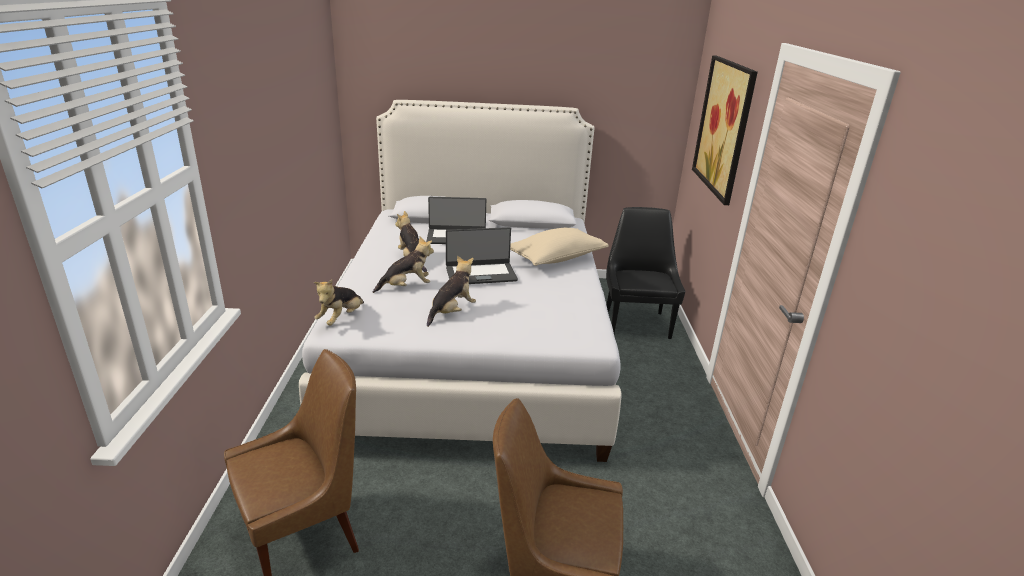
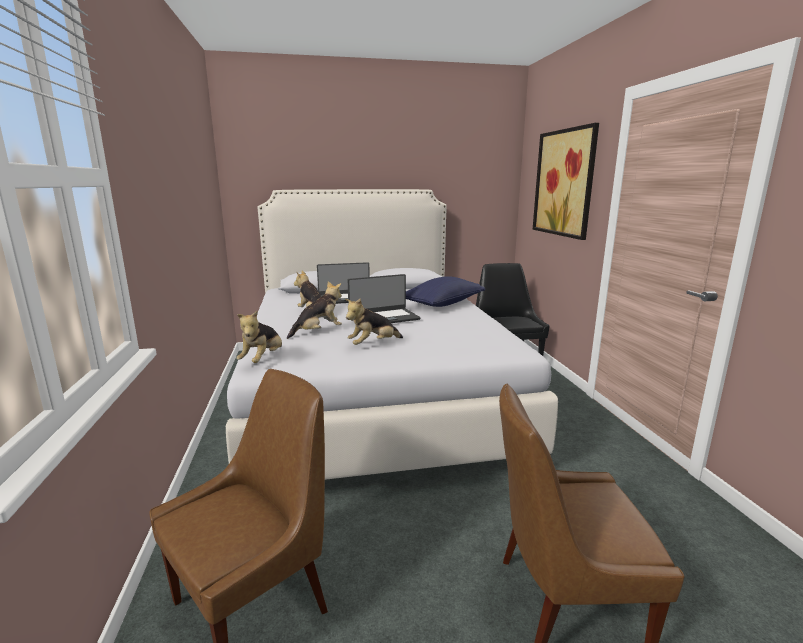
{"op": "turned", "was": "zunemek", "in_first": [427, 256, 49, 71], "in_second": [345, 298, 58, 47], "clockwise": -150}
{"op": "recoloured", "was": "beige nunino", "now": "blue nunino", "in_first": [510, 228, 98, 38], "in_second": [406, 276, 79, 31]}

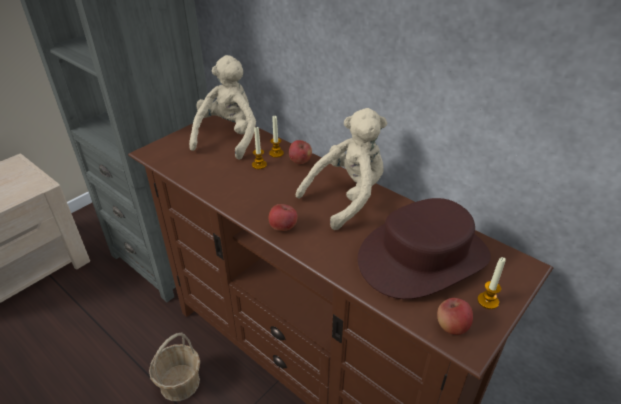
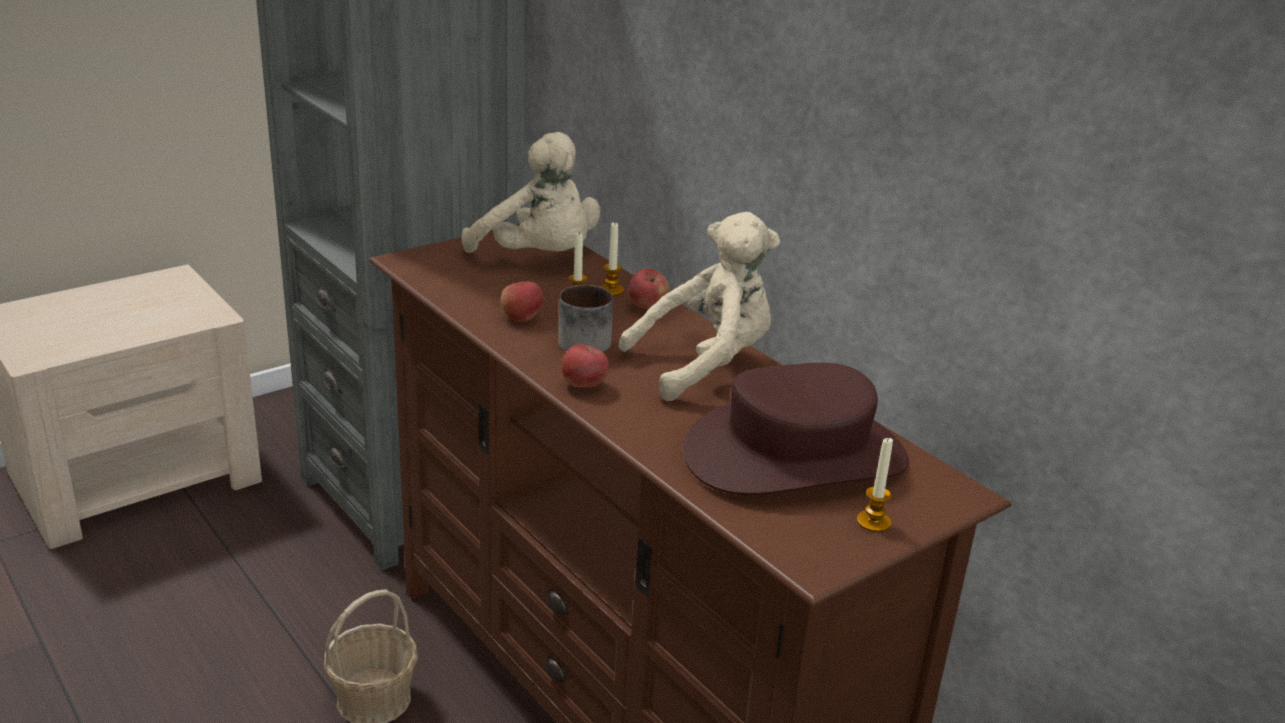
{"op": "turned", "was": "beige zunemek", "in_first": [189, 55, 67, 105], "in_second": [462, 132, 138, 121], "clockwise": 105}
{"op": "moved", "was": "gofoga", "in_first": [437, 298, 36, 37], "in_second": [501, 281, 43, 41]}
{"op": "added", "now": "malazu", "in_second": [558, 285, 55, 67]}

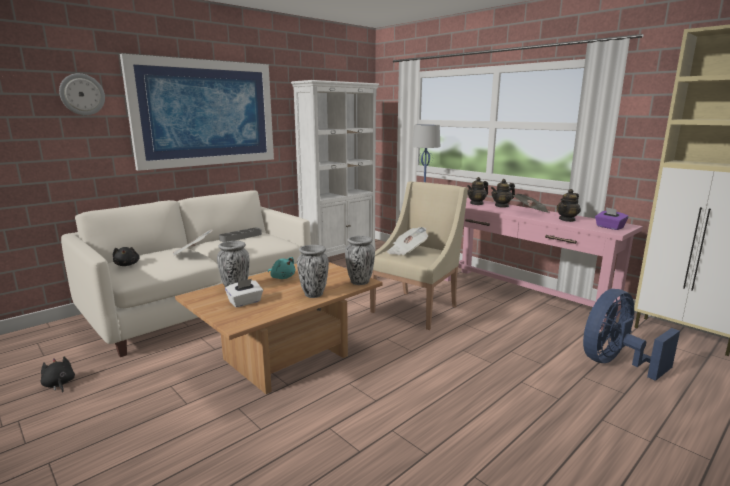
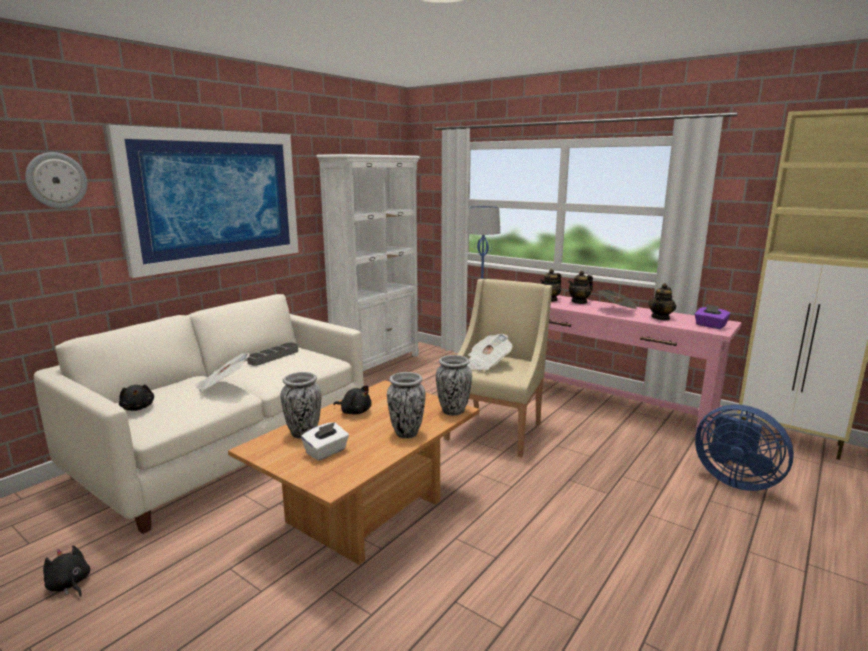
{"op": "recoloured", "was": "turquoise zunemek", "now": "black zunemek", "in_first": [268, 257, 27, 22], "in_second": [334, 386, 37, 28]}
{"op": "turned", "was": "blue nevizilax", "in_first": [583, 289, 97, 92], "in_second": [695, 404, 99, 87], "clockwise": -90}

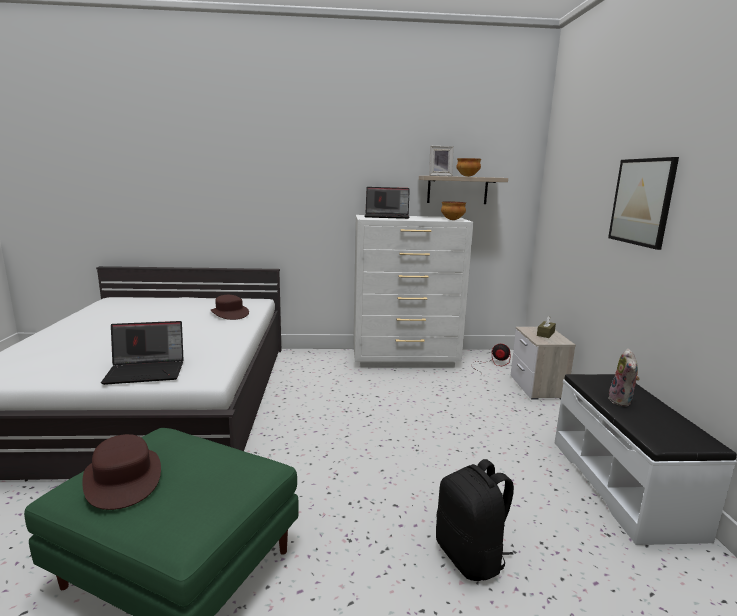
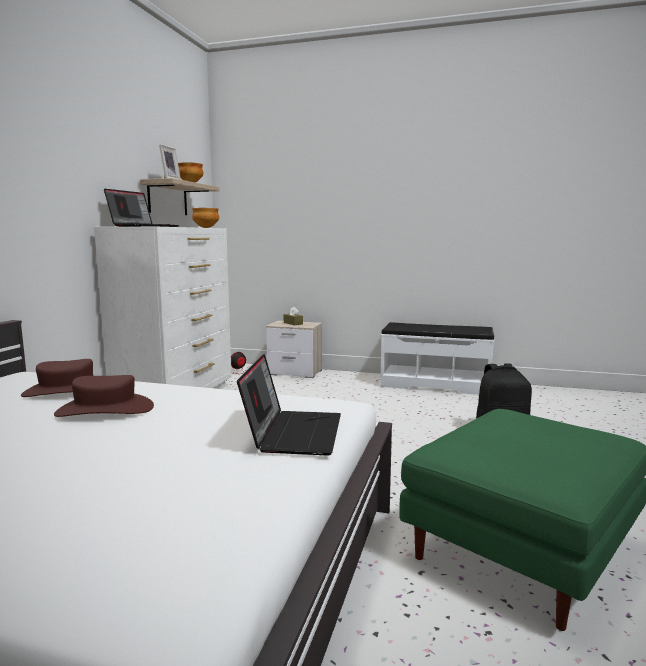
{"op": "moved", "was": "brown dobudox", "in_first": [82, 434, 79, 76], "in_second": [54, 375, 100, 42]}
{"op": "removed", "was": "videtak", "in_first": [608, 157, 71, 93]}
{"op": "removed", "was": "zunemek", "in_first": [609, 349, 31, 58]}

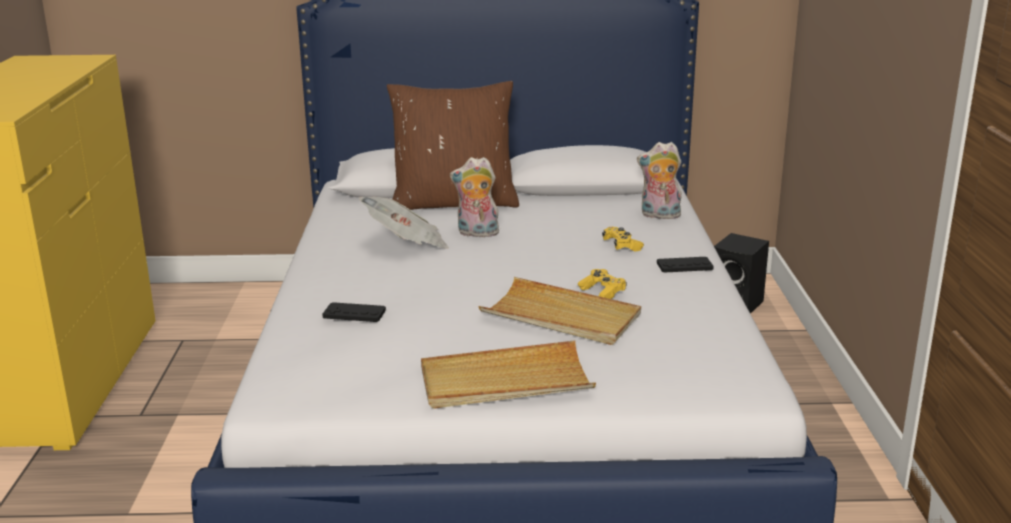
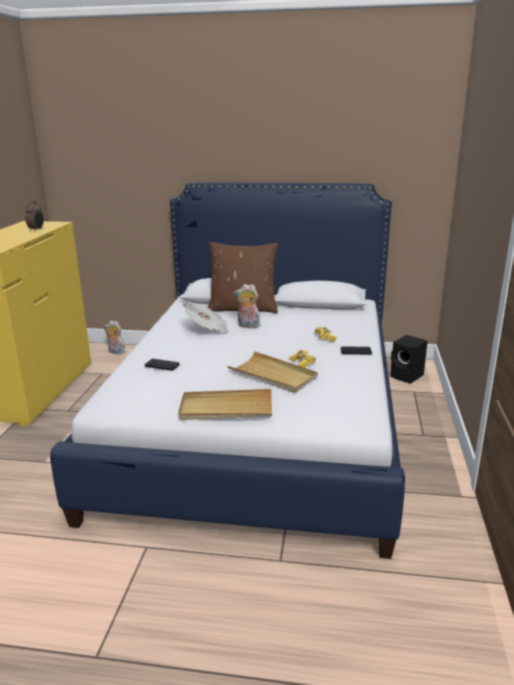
{"op": "added", "now": "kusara", "in_second": [25, 201, 19, 30]}
{"op": "moved", "was": "zunemek", "in_first": [637, 142, 45, 77], "in_second": [104, 320, 22, 35]}

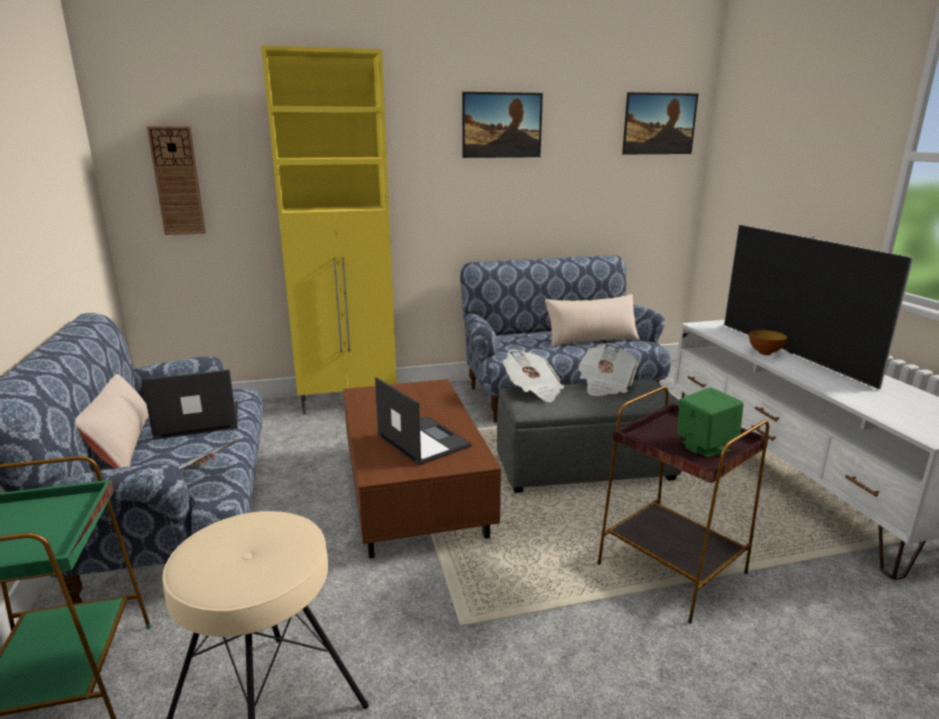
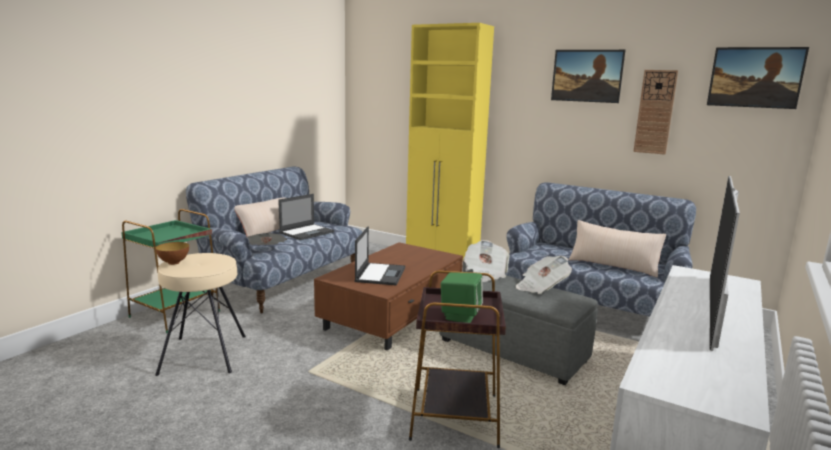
{"op": "moved", "was": "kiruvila", "in_first": [749, 330, 38, 25], "in_second": [155, 242, 34, 23]}
{"op": "turned", "was": "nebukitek", "in_first": [142, 369, 96, 71], "in_second": [278, 194, 56, 46], "clockwise": 105}
{"op": "moved", "was": "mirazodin", "in_first": [147, 126, 59, 109], "in_second": [633, 70, 45, 85]}

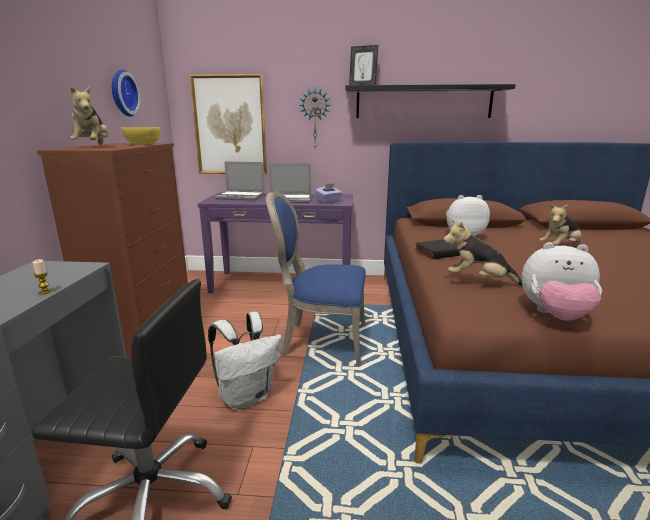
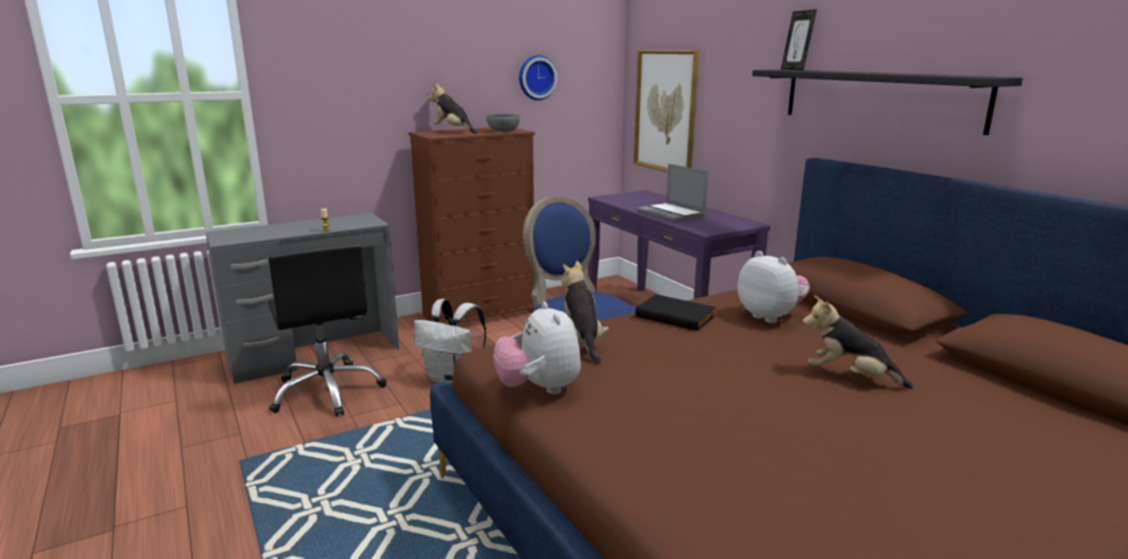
{"op": "turned", "was": "zunemek", "in_first": [70, 87, 39, 58], "in_second": [428, 83, 50, 51], "clockwise": 90}
{"op": "recoloured", "was": "yellow kiruvila", "now": "grey kiruvila", "in_first": [122, 127, 39, 17], "in_second": [486, 114, 34, 18]}
{"op": "removed", "was": "nebukitek", "in_first": [214, 161, 51, 40]}
{"op": "removed", "was": "mirazodin", "in_first": [299, 89, 31, 59]}
{"op": "removed", "was": "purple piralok", "in_first": [315, 183, 27, 21]}

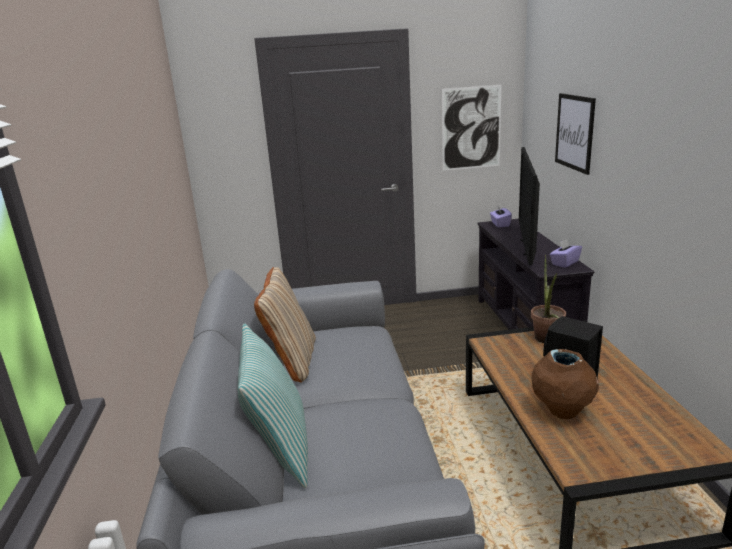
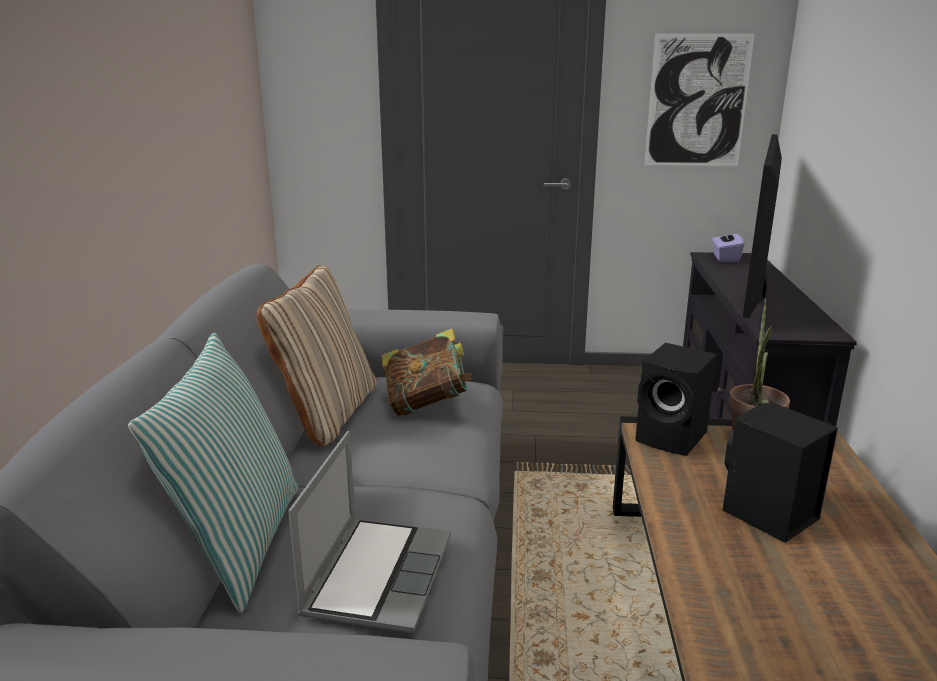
{"op": "added", "now": "nebukitek", "in_second": [288, 431, 163, 202]}
{"op": "added", "now": "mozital", "in_second": [382, 328, 91, 88]}
{"op": "added", "now": "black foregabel", "in_second": [635, 343, 82, 113]}
{"op": "removed", "was": "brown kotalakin", "in_first": [531, 349, 68, 70]}
{"op": "removed", "was": "purple piralok", "in_first": [550, 239, 32, 29]}
{"op": "removed", "was": "videtak", "in_first": [555, 93, 41, 82]}

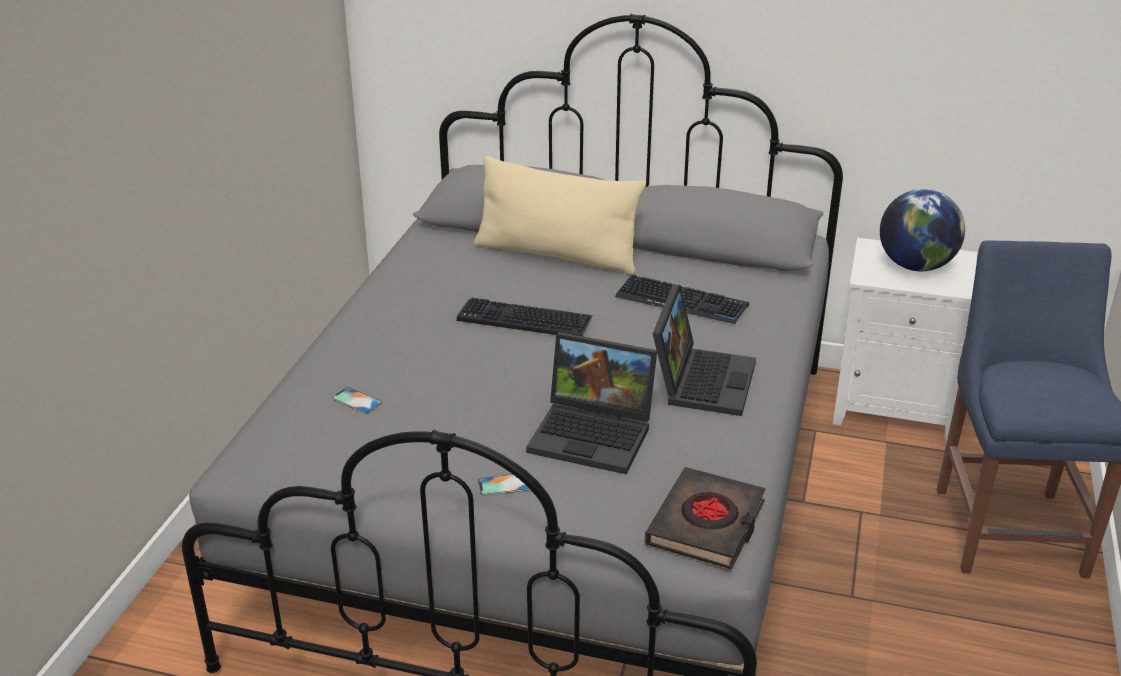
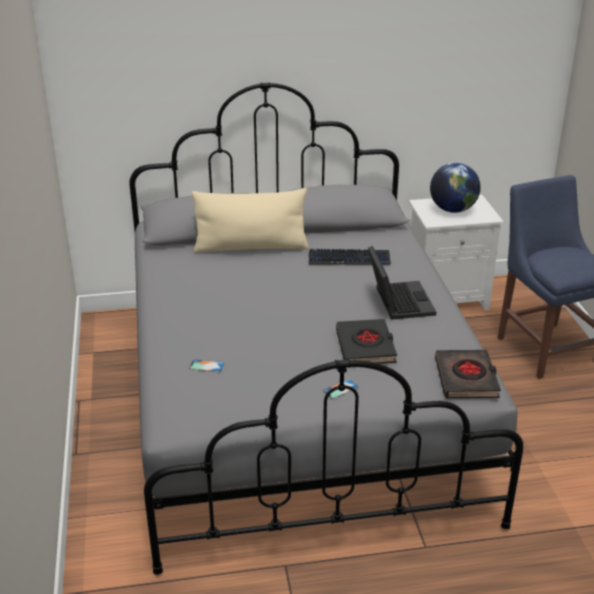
{"op": "replaced", "was": "nebukitek", "now": "black mozital", "in_first": [526, 332, 131, 142], "in_second": [336, 319, 61, 45]}
{"op": "removed", "was": "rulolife", "in_first": [457, 298, 136, 38]}

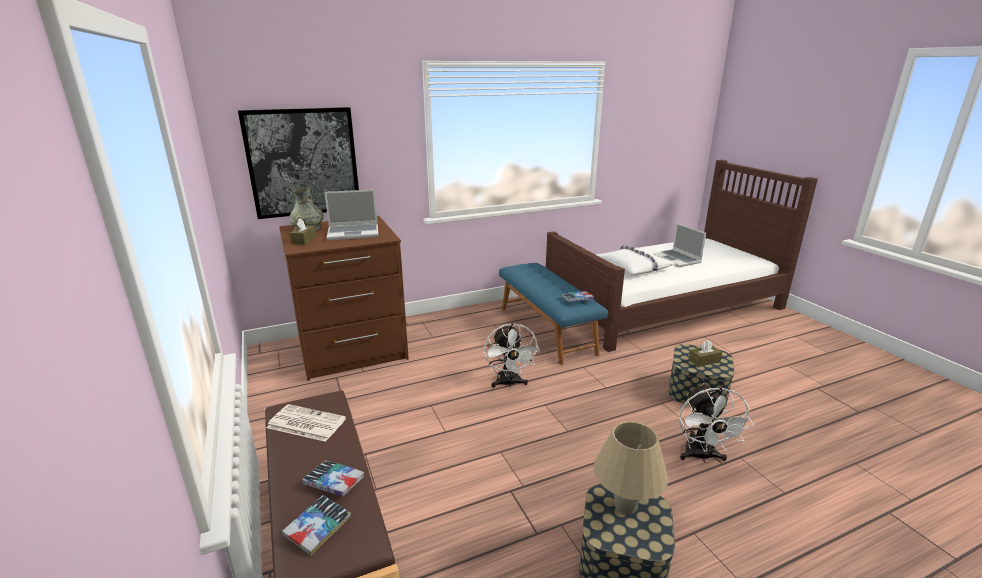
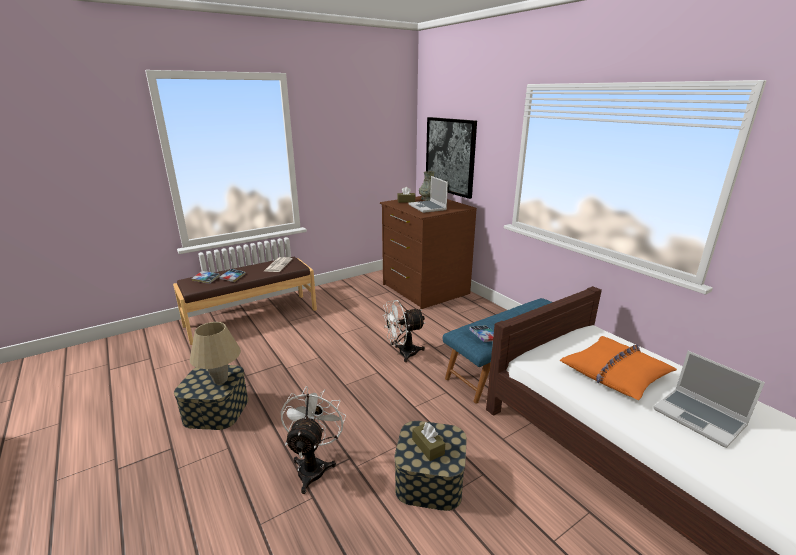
{"op": "turned", "was": "white nevizilax", "in_first": [679, 383, 75, 80], "in_second": [281, 386, 65, 108], "clockwise": 105}
{"op": "recoloured", "was": "white nunino", "now": "orange nunino", "in_first": [598, 246, 78, 29], "in_second": [560, 336, 117, 64]}
{"op": "turned", "was": "nebukitek", "in_first": [652, 223, 54, 44], "in_second": [653, 351, 112, 97], "clockwise": -90}

